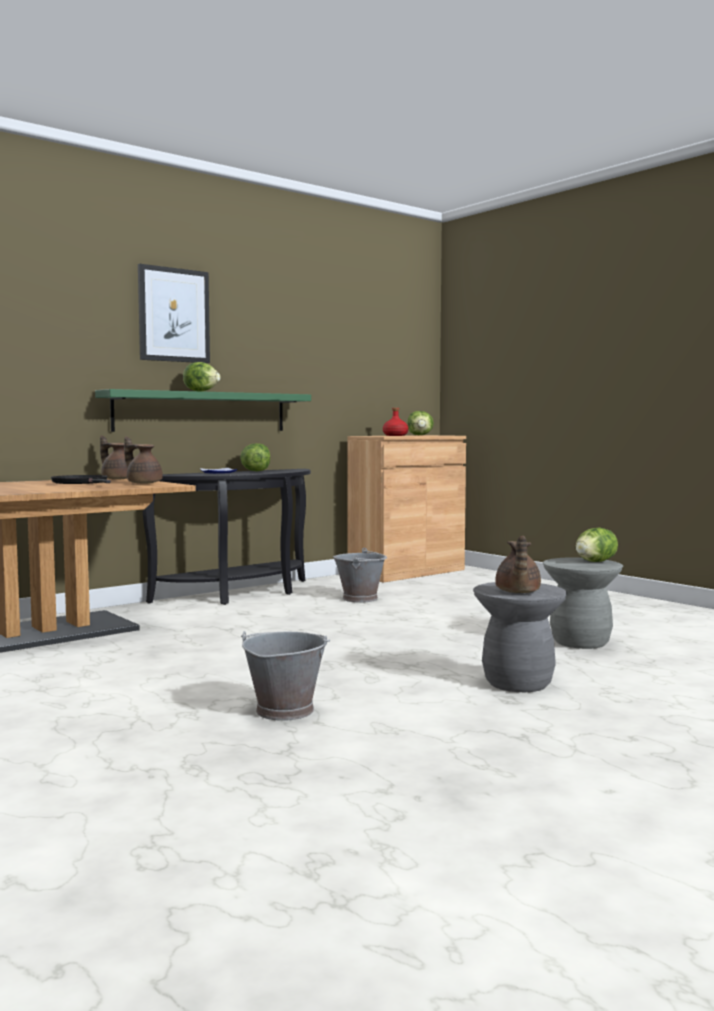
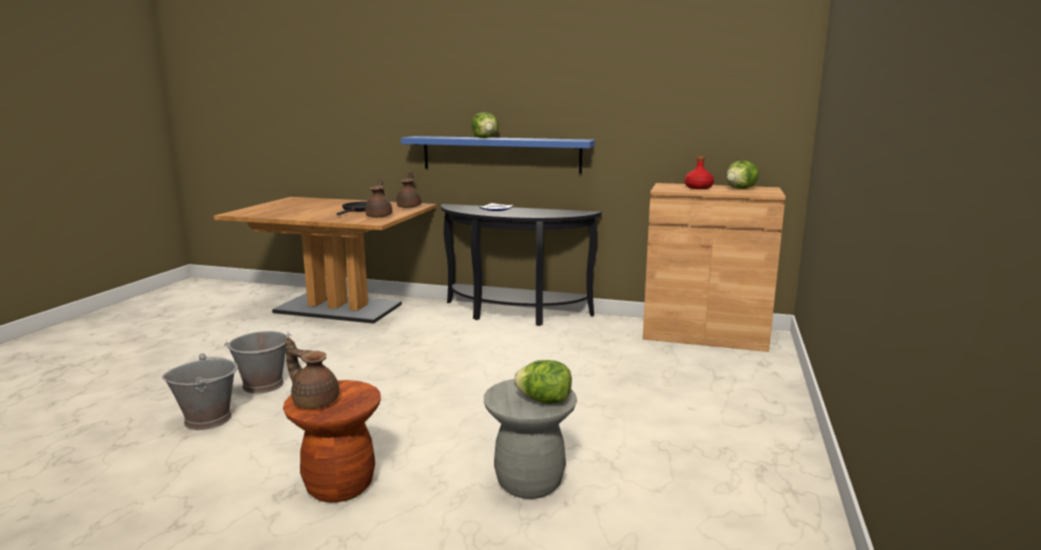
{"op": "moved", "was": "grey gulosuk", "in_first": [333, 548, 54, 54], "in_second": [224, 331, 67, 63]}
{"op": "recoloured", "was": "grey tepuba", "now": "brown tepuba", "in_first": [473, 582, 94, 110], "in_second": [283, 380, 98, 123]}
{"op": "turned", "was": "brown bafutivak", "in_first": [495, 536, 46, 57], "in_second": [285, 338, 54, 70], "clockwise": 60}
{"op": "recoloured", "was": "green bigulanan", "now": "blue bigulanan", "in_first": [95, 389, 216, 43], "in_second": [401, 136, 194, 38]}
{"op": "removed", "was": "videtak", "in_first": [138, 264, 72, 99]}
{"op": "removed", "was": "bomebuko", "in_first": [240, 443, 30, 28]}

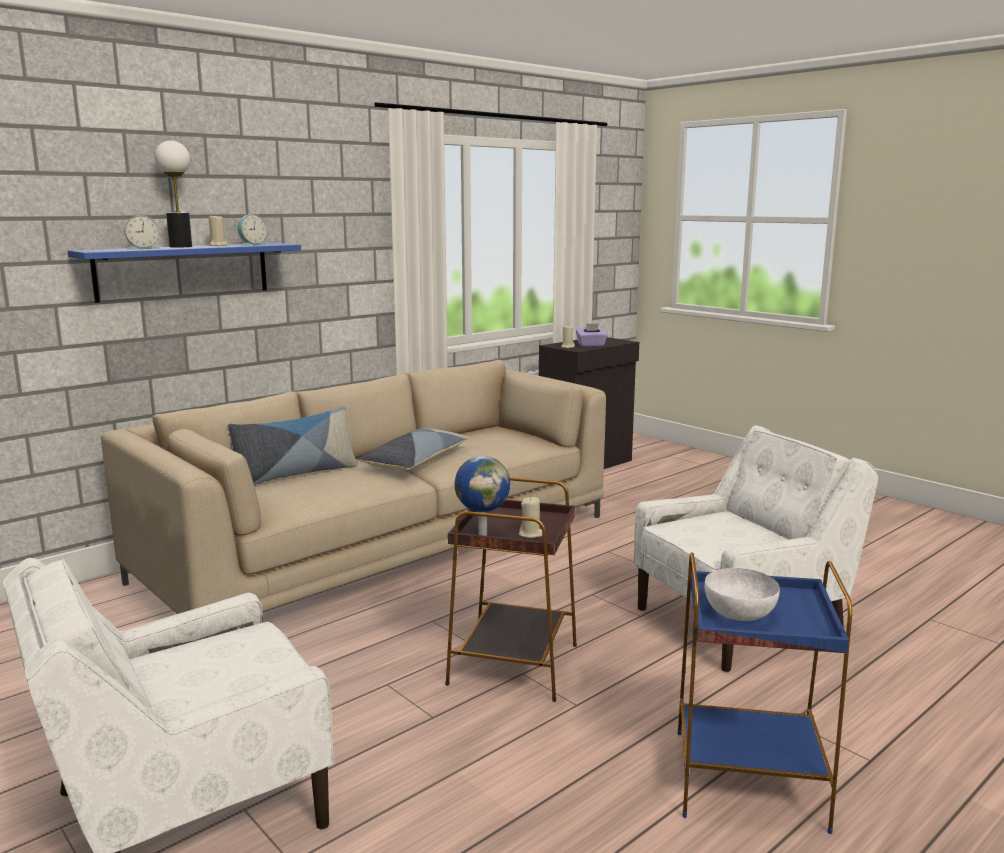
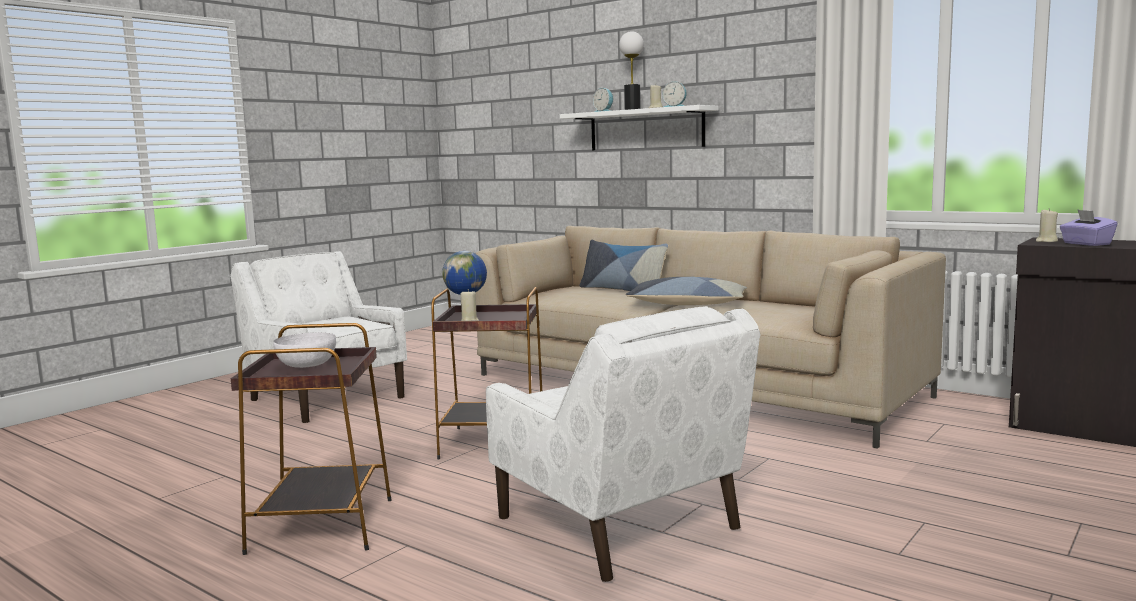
{"op": "recoloured", "was": "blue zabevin", "now": "brown zabevin", "in_first": [678, 552, 174, 282], "in_second": [231, 323, 161, 232]}
{"op": "recoloured", "was": "blue bigulanan", "now": "white bigulanan", "in_first": [68, 243, 233, 60], "in_second": [560, 105, 158, 45]}

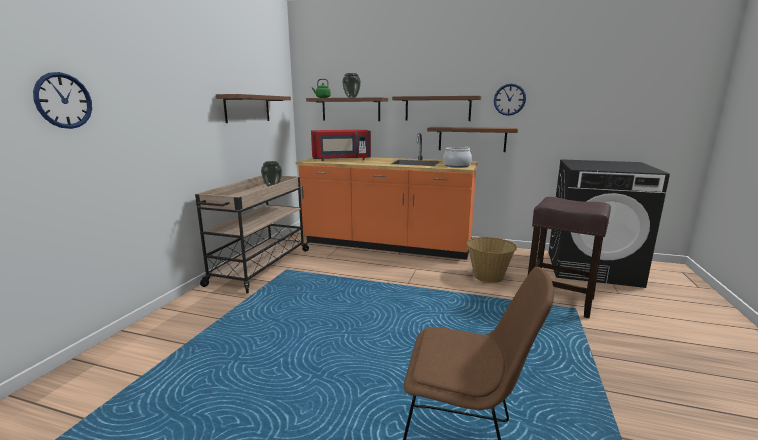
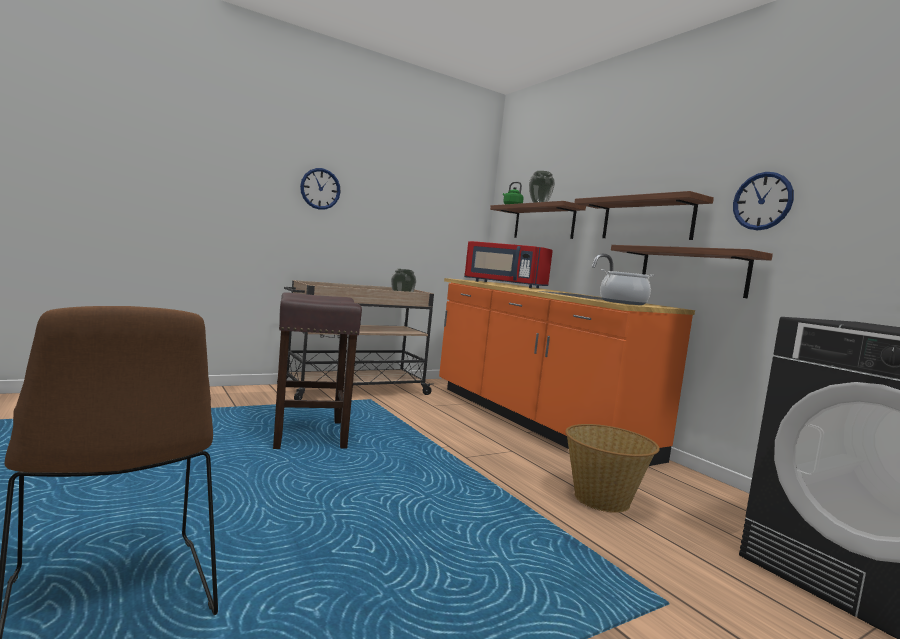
{"op": "moved", "was": "brown tepuba", "in_first": [528, 197, 83, 121], "in_second": [273, 292, 89, 157]}
{"op": "moved", "was": "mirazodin", "in_first": [33, 72, 59, 57], "in_second": [300, 168, 40, 42]}
{"op": "removed", "was": "bigulanan", "in_first": [216, 94, 75, 29]}

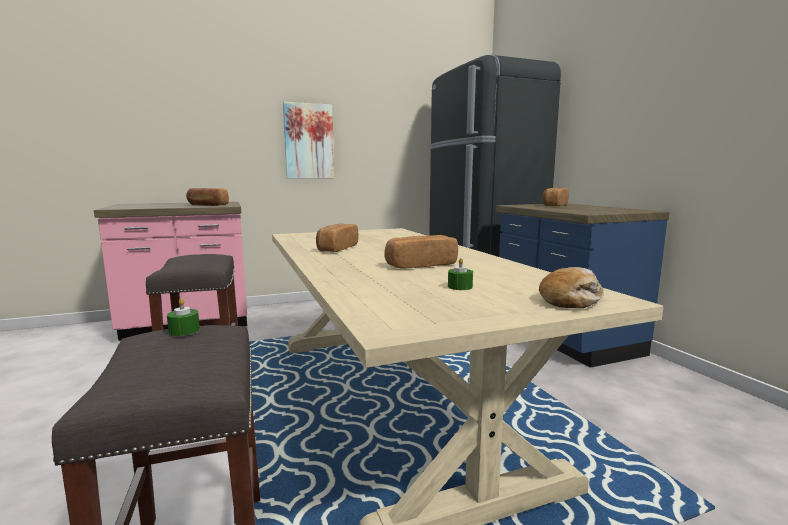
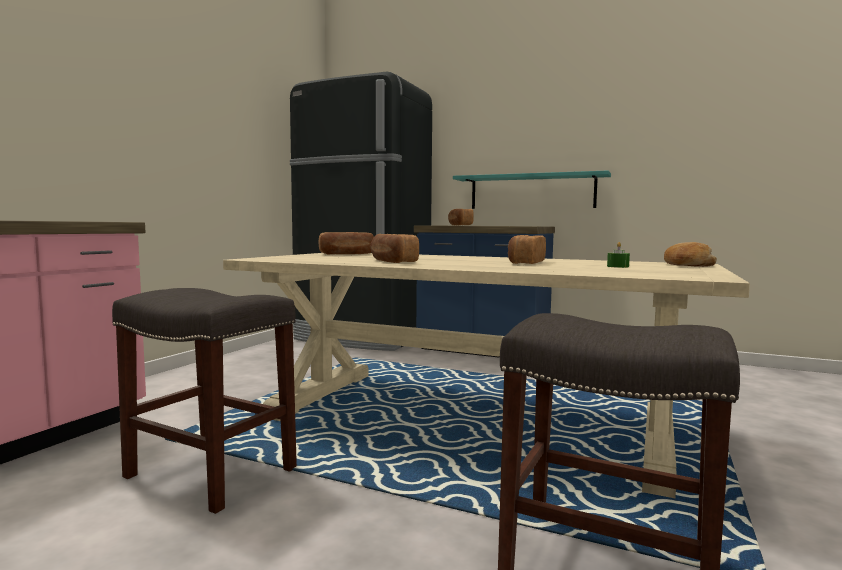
{"op": "moved", "was": "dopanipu", "in_first": [186, 188, 43, 18], "in_second": [319, 232, 55, 22]}
{"op": "added", "now": "turquoise bigulanan", "in_second": [453, 171, 158, 38]}
{"op": "removed", "was": "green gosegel", "in_first": [167, 298, 33, 38]}
{"op": "removed", "was": "videtak", "in_first": [283, 102, 51, 76]}

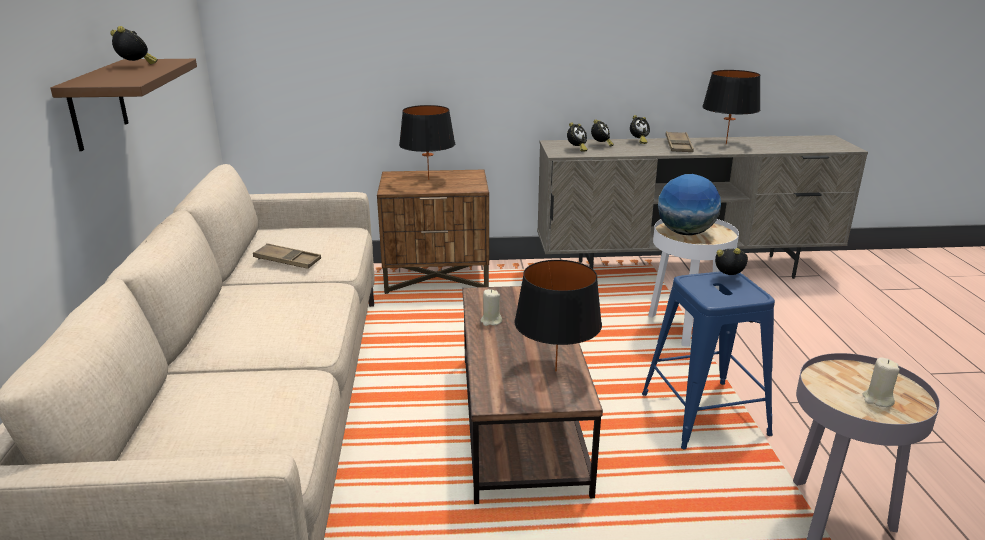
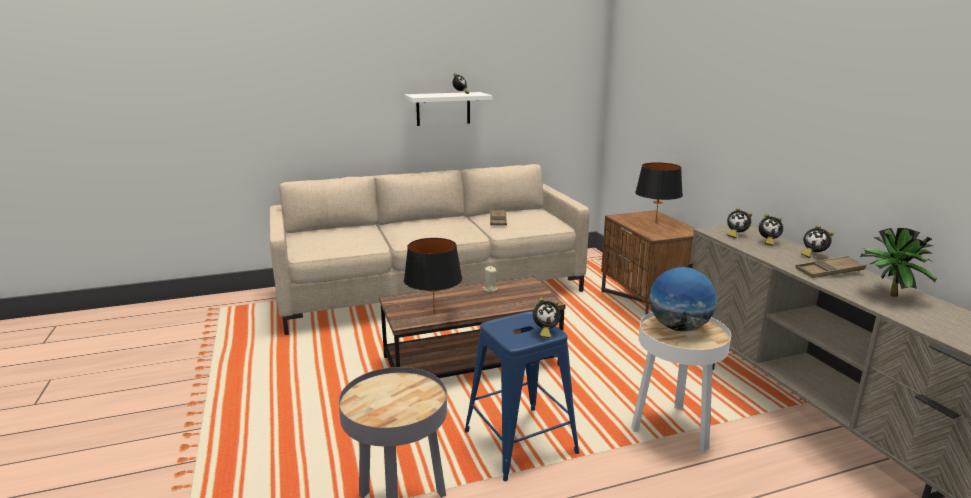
{"op": "recoloured", "was": "brown bigulanan", "now": "white bigulanan", "in_first": [50, 59, 147, 92], "in_second": [404, 92, 89, 34]}
{"op": "turned", "was": "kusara", "in_first": [715, 248, 33, 27], "in_second": [533, 297, 28, 41], "clockwise": 75}
{"op": "replaced", "was": "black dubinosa", "now": "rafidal", "in_first": [702, 70, 59, 74], "in_second": [860, 228, 77, 69]}
{"op": "removed", "was": "beige gosegel", "in_first": [862, 357, 38, 50]}

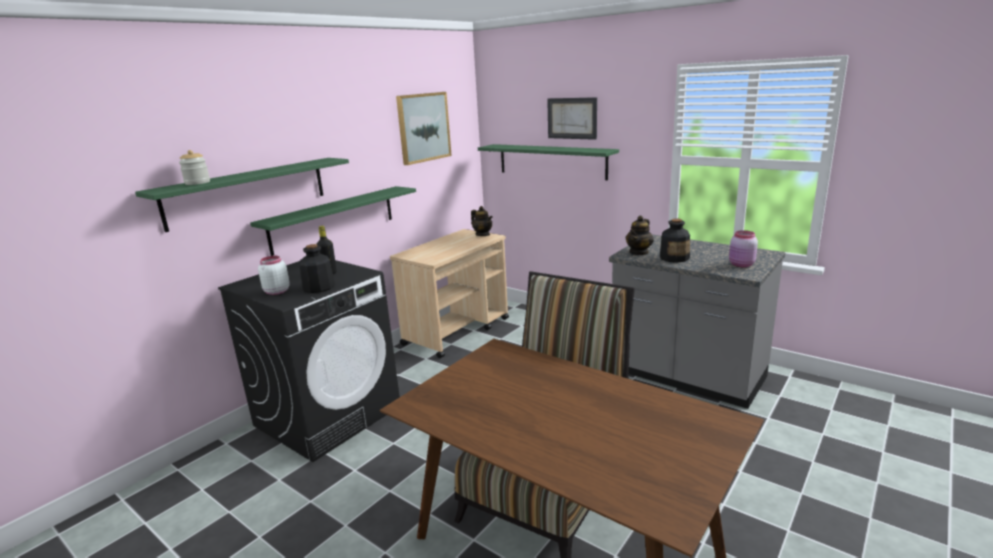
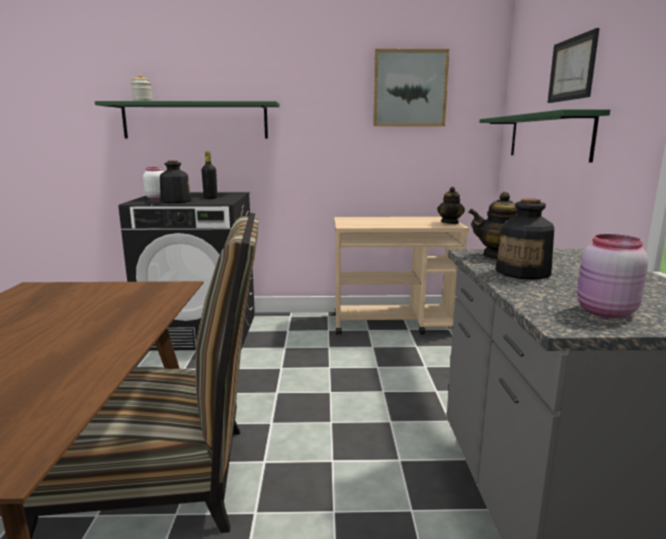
{"op": "removed", "was": "green bigulanan", "in_first": [250, 186, 166, 70]}

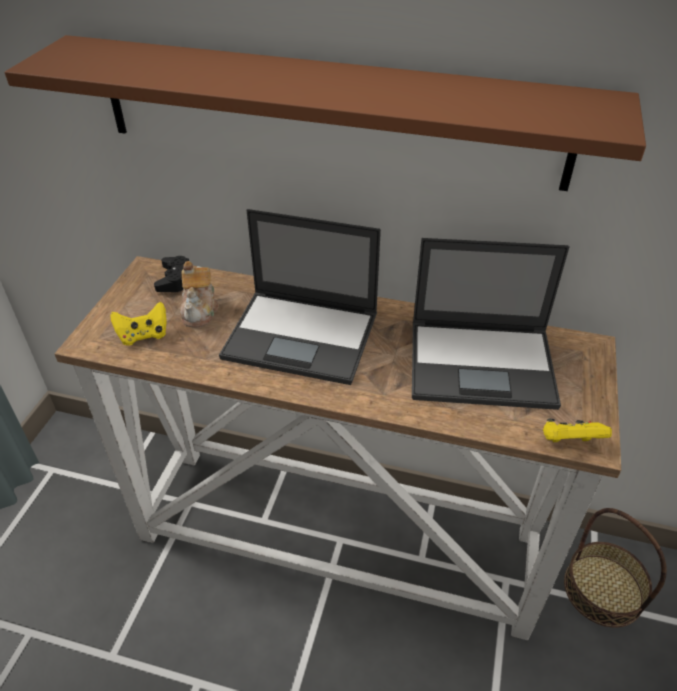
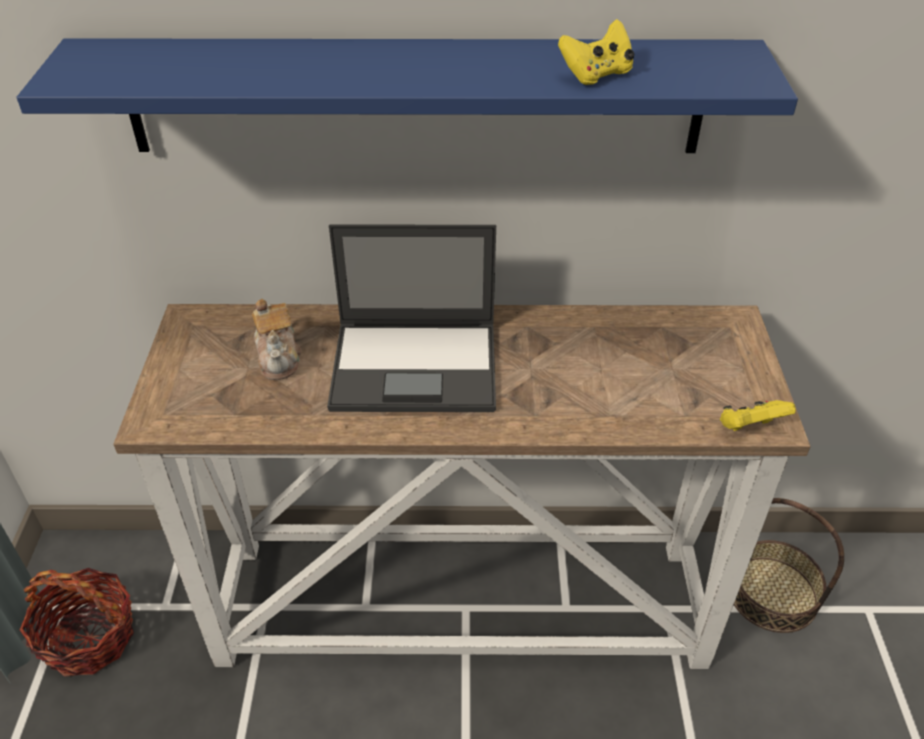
{"op": "recoloured", "was": "brown bigulanan", "now": "blue bigulanan", "in_first": [5, 35, 641, 156], "in_second": [17, 38, 781, 115]}
{"op": "added", "now": "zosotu", "in_second": [20, 568, 114, 109]}
{"op": "moved", "was": "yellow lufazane", "in_first": [111, 302, 56, 44], "in_second": [558, 19, 76, 66]}
{"op": "removed", "was": "black lufazane", "in_first": [154, 256, 36, 36]}
{"op": "removed", "was": "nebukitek", "in_first": [412, 238, 158, 172]}

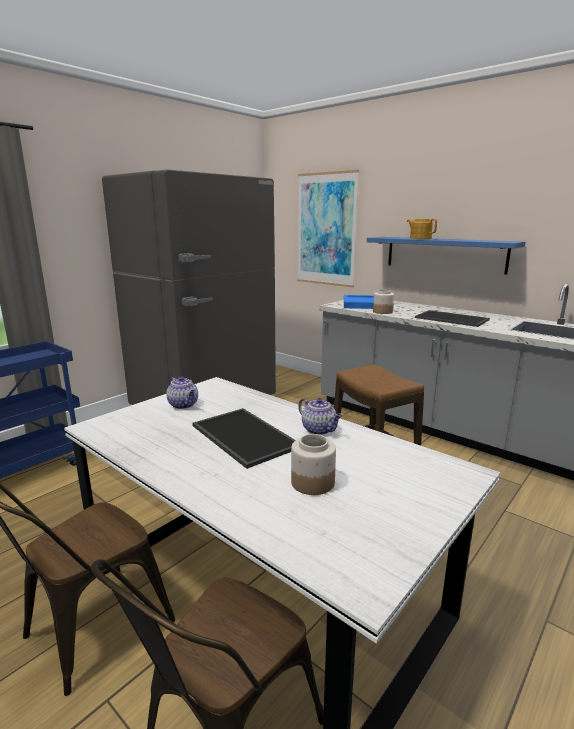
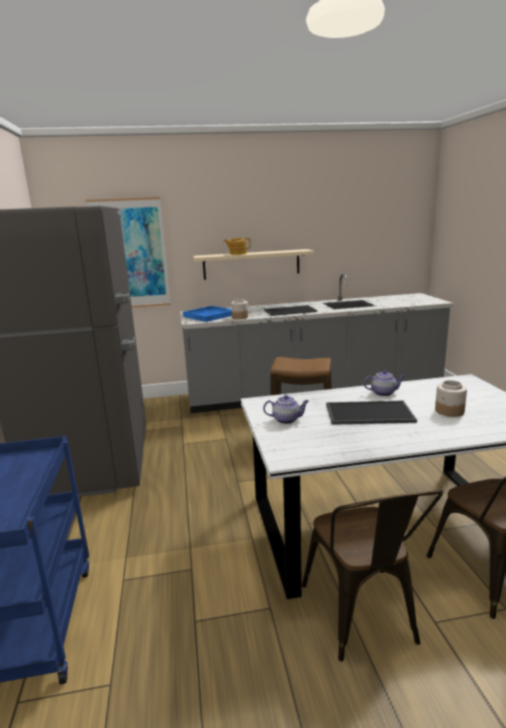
{"op": "recoloured", "was": "blue bigulanan", "now": "beige bigulanan", "in_first": [367, 237, 158, 37], "in_second": [193, 249, 121, 31]}

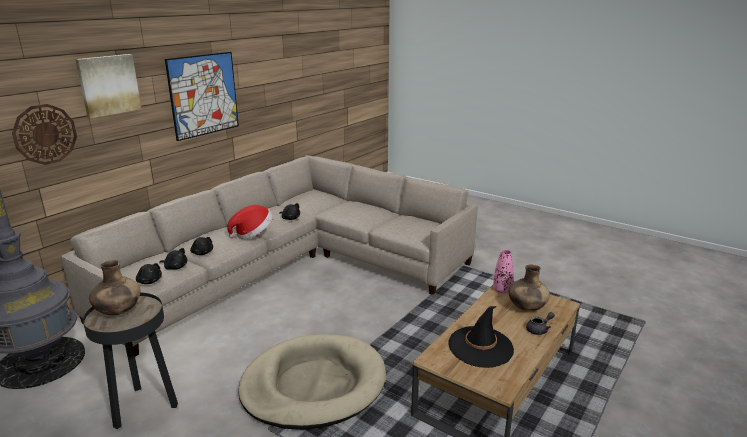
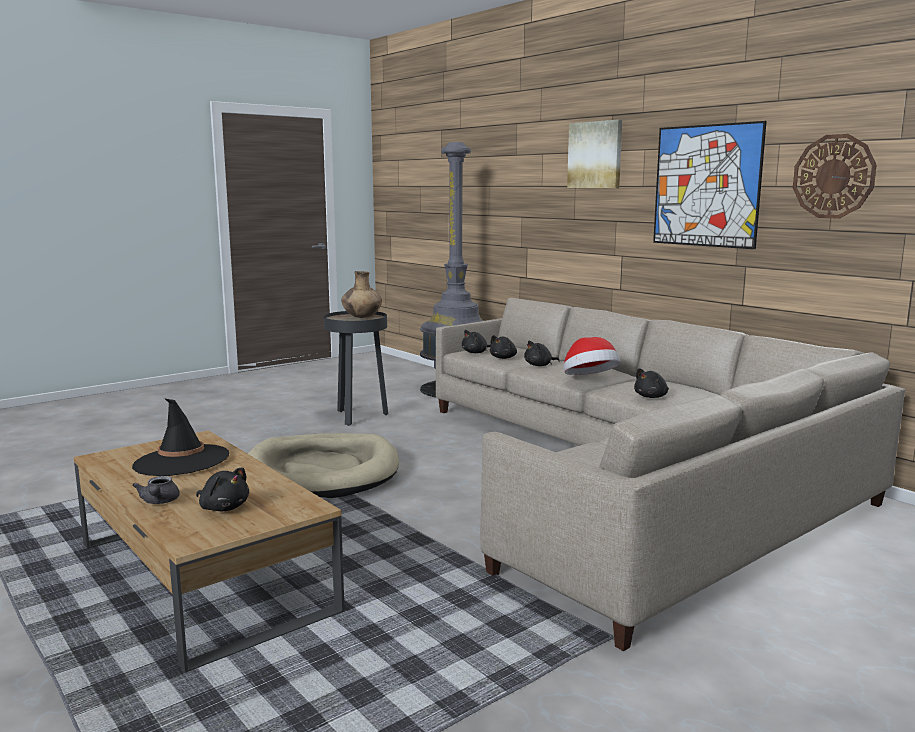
{"op": "replaced", "was": "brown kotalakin", "now": "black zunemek", "in_first": [508, 265, 42, 46], "in_second": [196, 467, 53, 44]}
{"op": "moved", "was": "mirazodin", "in_first": [12, 104, 65, 61], "in_second": [793, 134, 84, 85]}
{"op": "removed", "was": "pink kotalakin", "in_first": [493, 250, 20, 43]}

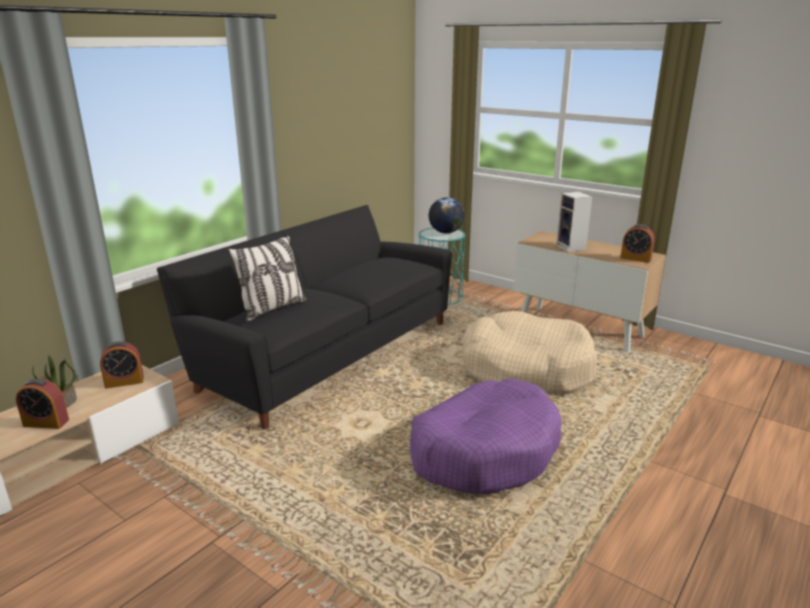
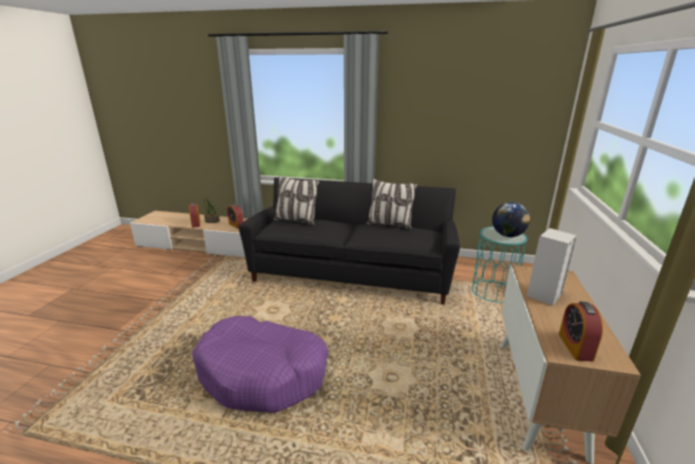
{"op": "added", "now": "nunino", "in_second": [366, 179, 51, 50]}
{"op": "removed", "was": "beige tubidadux", "in_first": [462, 311, 135, 83]}

